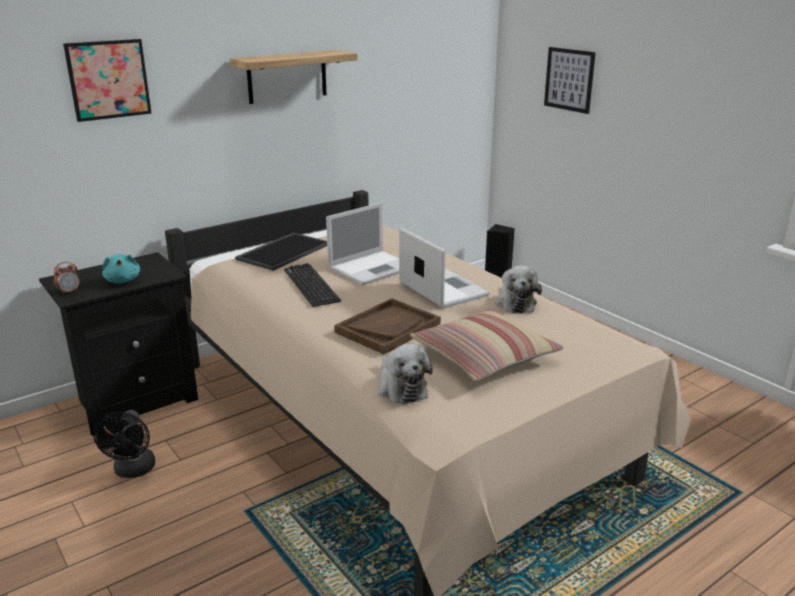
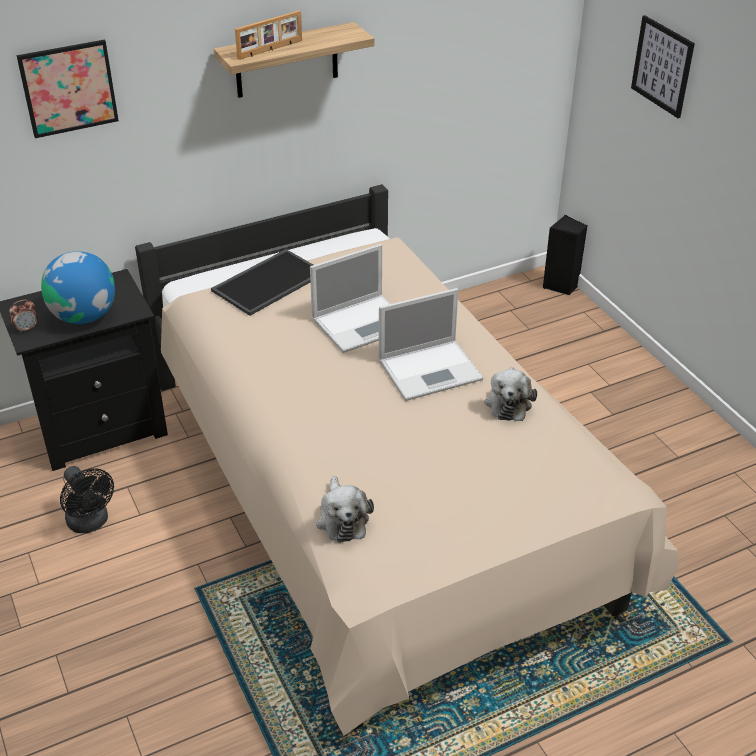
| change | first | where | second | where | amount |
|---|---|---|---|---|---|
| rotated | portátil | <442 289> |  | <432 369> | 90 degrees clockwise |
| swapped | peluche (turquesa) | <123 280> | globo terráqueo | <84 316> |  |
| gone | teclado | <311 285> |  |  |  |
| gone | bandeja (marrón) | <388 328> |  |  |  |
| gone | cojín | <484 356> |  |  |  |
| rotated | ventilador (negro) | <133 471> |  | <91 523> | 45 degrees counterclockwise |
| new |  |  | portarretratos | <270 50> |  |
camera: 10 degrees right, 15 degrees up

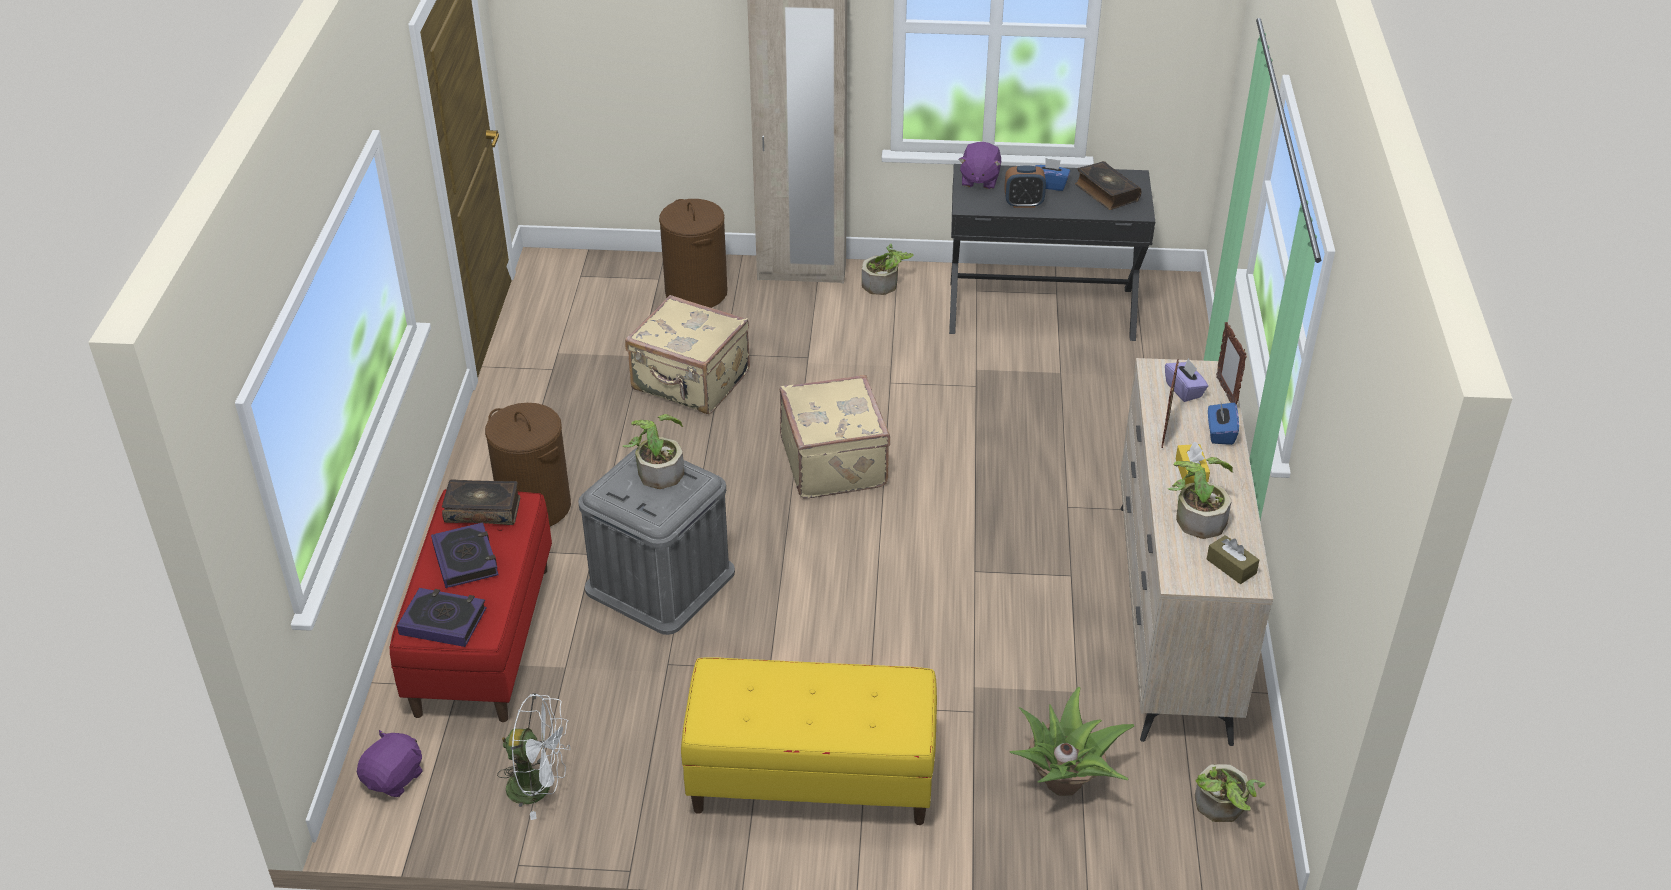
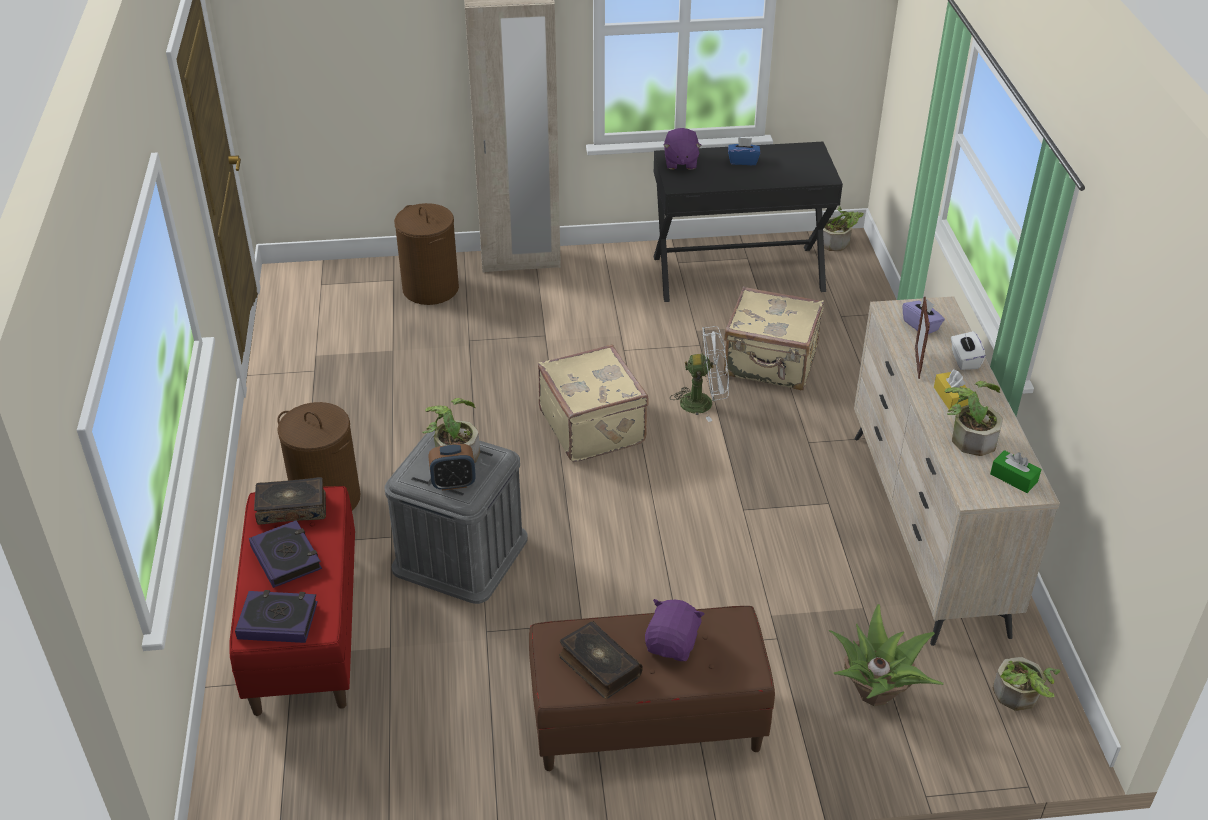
| change | first | where | second | where | amount |
|---|---|---|---|---|---|
| shifted | libro | <1106 192> |  | <598 666> |  |
| shifted | despertador | <1023 203> |  | <453 483> |  |
| shifted | planta en maceta | <885 284> |  | <838 242> |  |
| shifted | maleta (beis) | <690 382> |  | <771 364> |  |
| gone | portarretratos | <1226 393> |  |  |  |
| repainted | caja de pañuelos (azul) | <1220 433> | caja de pañuelos (blanco) | <964 360> |  |
| repainted | caja de pañuelos (marrón) | <1231 566> | caja de pañuelos (verde) | <1013 478> |  |
| repainted | banco (amarillo) | <811 780> | banco (marrón) | <647 723> |  |
| shifted | ventilador (blanco) | <539 787> |  | <704 402> |  |
| shifted | peluche (morado) | <394 778> |  | <672 644> |  |
camera: 10 degrees left, 0 degrees up

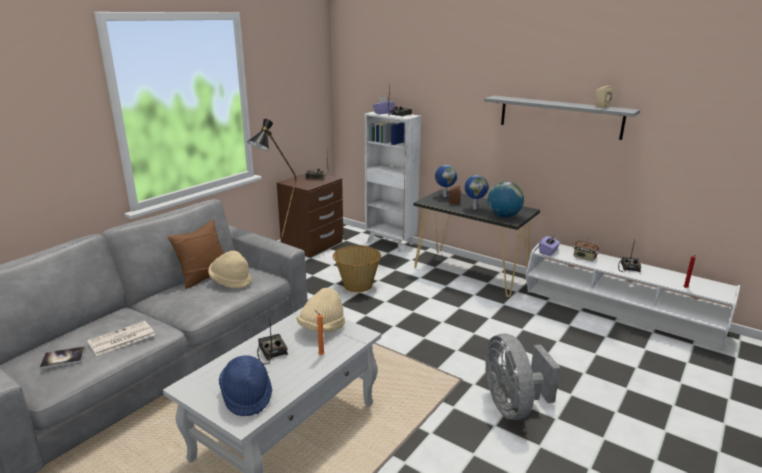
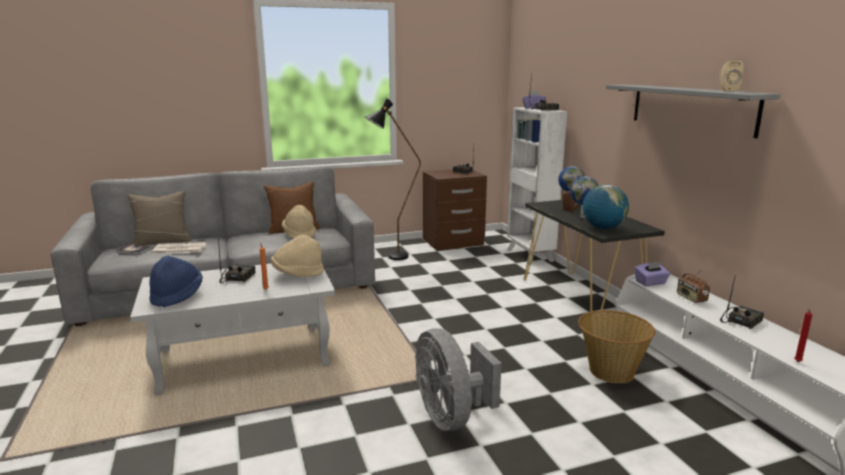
| change | first | where | second | where | amount |
|---|---|---|---|---|---|
| shifted | cesta | <357 285> |  | <610 371> |  |
| rotated | ventilador (gris) | <513 406> |  | <451 416> | 45 degrees counterclockwise |
| new |  |  | cojín (beis) | <162 241> |  |
camera: 35 degrees right, 5 degrees down

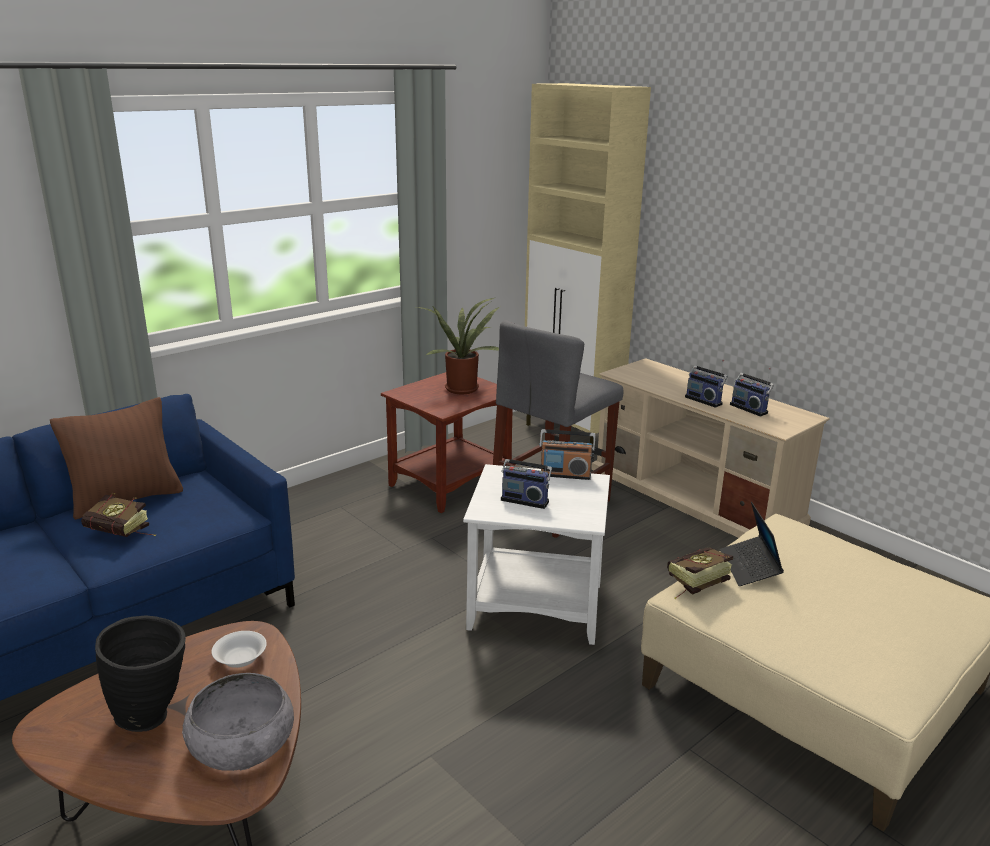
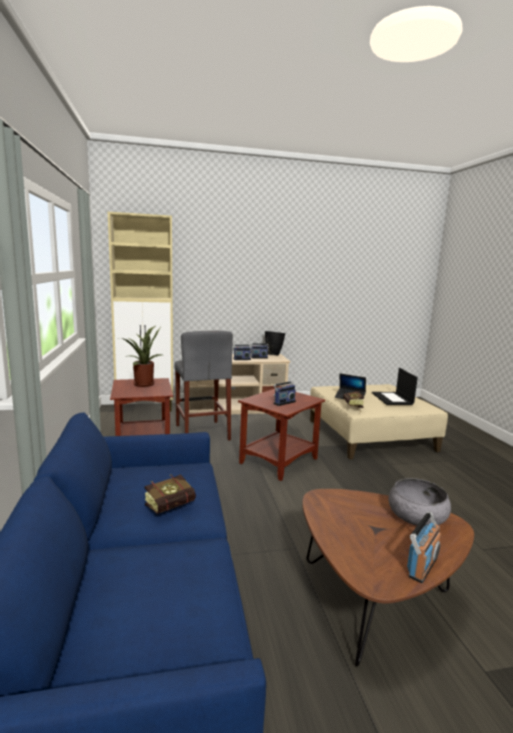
| change | first | where | second | where | amount |
|---|---|---|---|---|---|
| gone | cojín (marrón) | <127 499> |  |  |  |
| shifted | radio | <565 474> |  | <422 566> |  |
| repainted | mesa auxiliar (blanco) | <536 605> | mesa auxiliar (marrón) | <278 460> |  |
| shifted | florero (negro) | <155 716> |  | <273 355> |  |
| gone | cuenco (blanco) | <240 659> |  |  |  |
| new |  |  | portátil | <392 399> |  |
camera: 60 degrees left, 10 degrees down

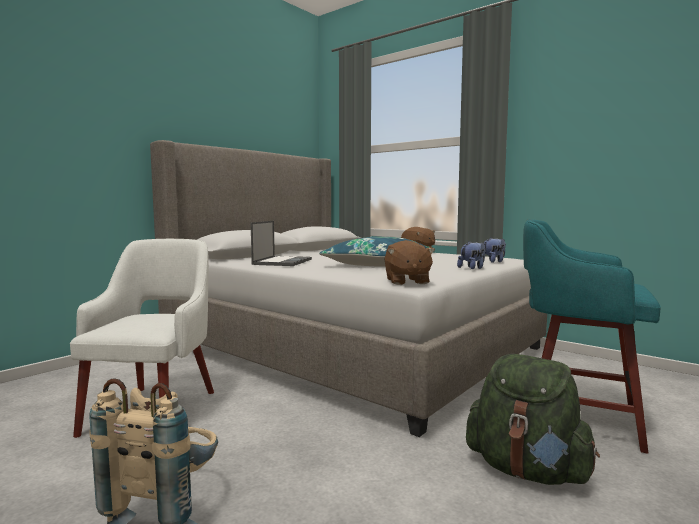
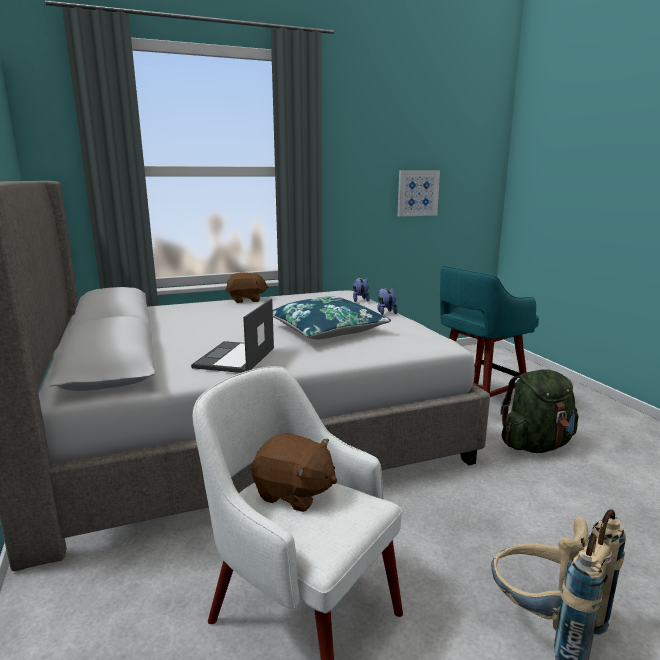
| change | first | where | second | where | amount |
|---|---|---|---|---|---|
| rotated | portátil | <282 262> |  | <235 358> | 120 degrees counterclockwise |
| shifted | peluche (marrón) | <406 281> |  | <294 493> |  |
| new |  |  | cuadro | <417 193> |  |
camera: 60 degrees left, 10 degrees up

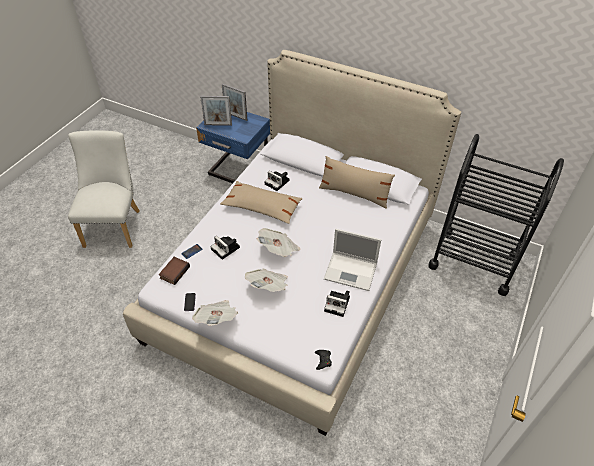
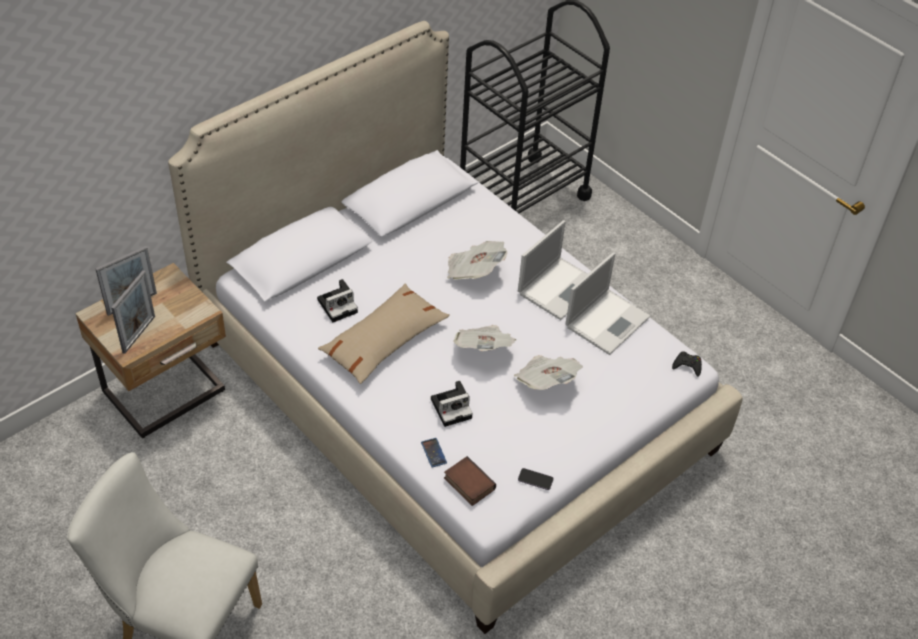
| change | first | where | second | where | amount |
|---|---|---|---|---|---|
| repainted | mesita de noche (azul) | <238 172> | mesita de noche (beis) | <167 393> |  |
| gone | cojín (beis) | <354 194> |  |  |  |
| swapped | cámara | <338 304> | portátil | <608 320> |  |
| shifted | periódico | <217 319> |  | <474 271> |  |
camera: 70 degrees left, 0 degrees up

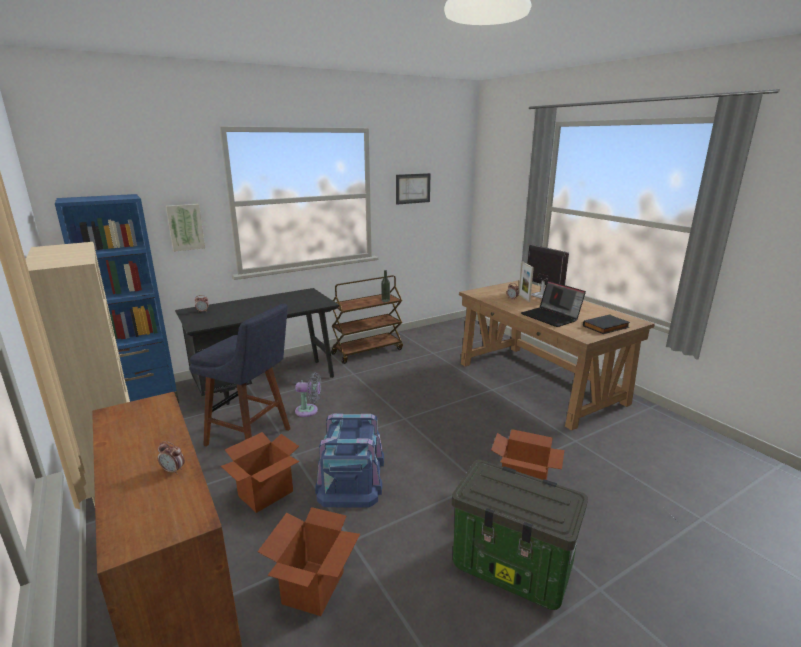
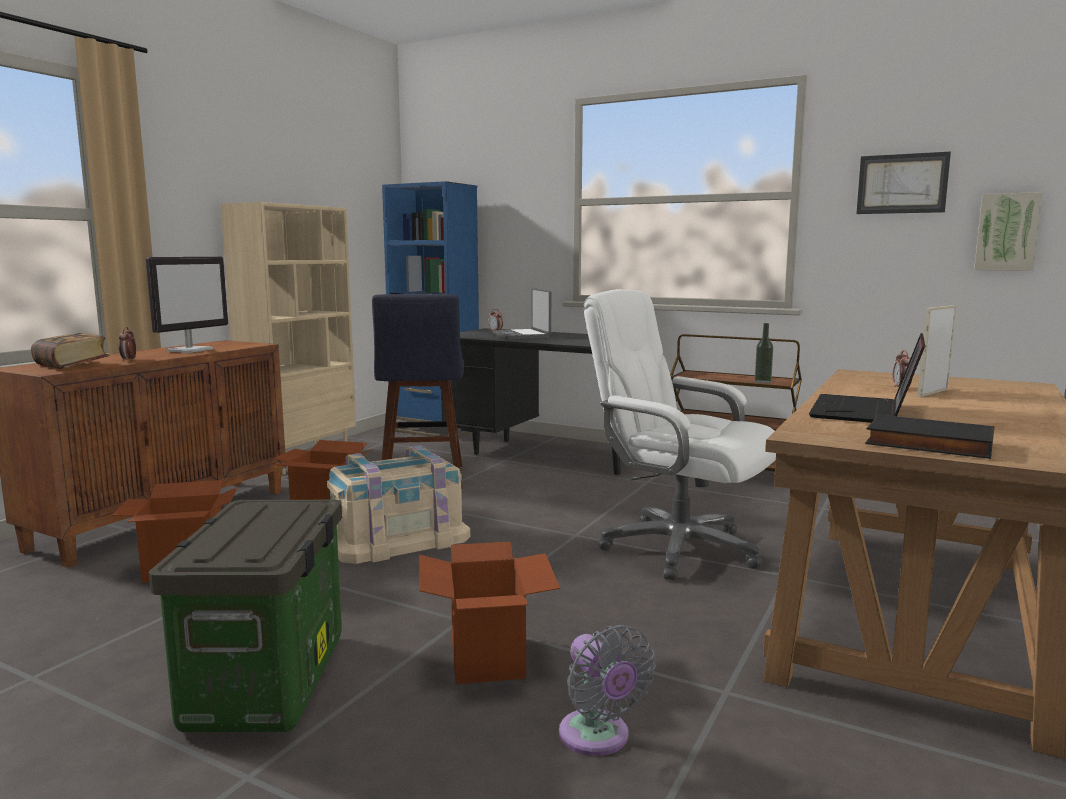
| change | first | where | second | where | amount |
|---|---|---|---|---|---|
| shifted | cuadro | <185 227> |  | <1007 232> |  |
| shifted | monitor | <541 295> |  | <191 350> |  |
| shifted | ventilador (gris) | <309 411> |  | <598 738> |  |
| repainted | caja de almacenaje (azul) | <351 476> | caja de almacenaje (beis) | <397 538> |  |
| new |  |  | portátil | <522 336> |  |
| new |  |  | silla de oficina (blanco) | <677 548> |  |
| new |  |  | libro | <72 366> |  |
camera: 60 degrees right, 10 degrees down

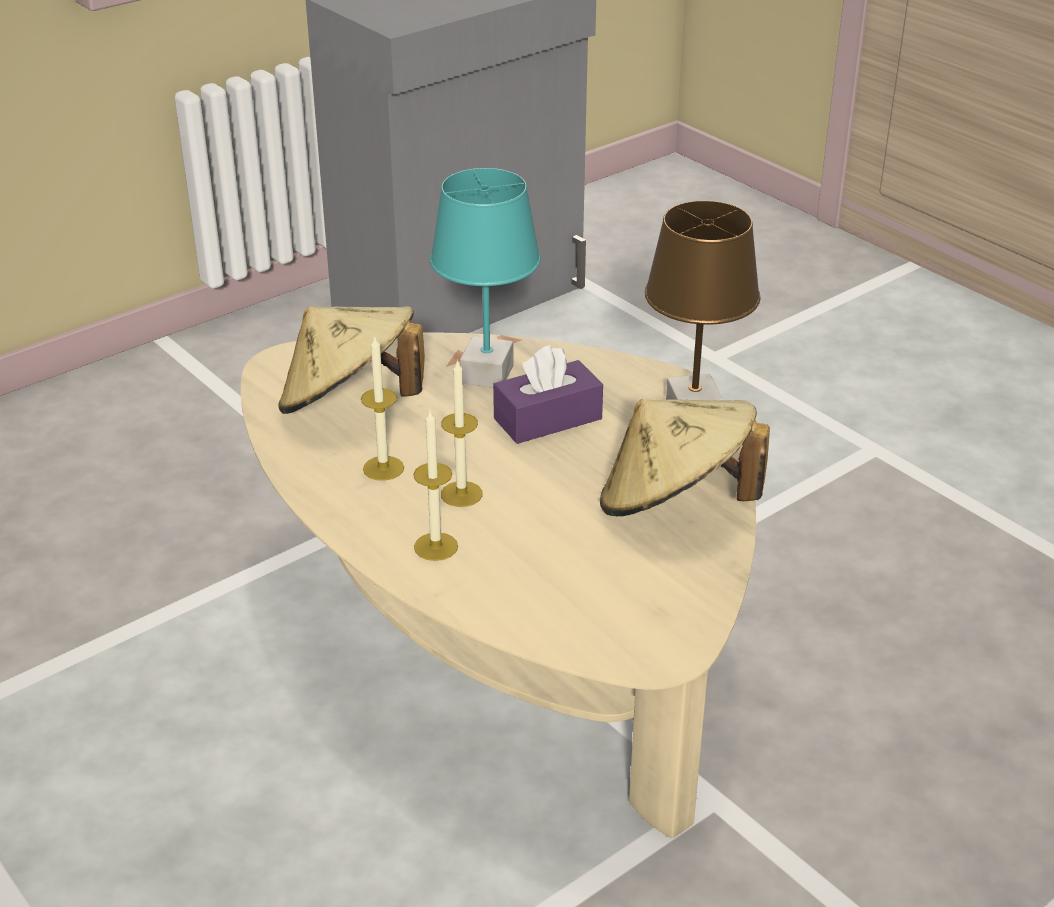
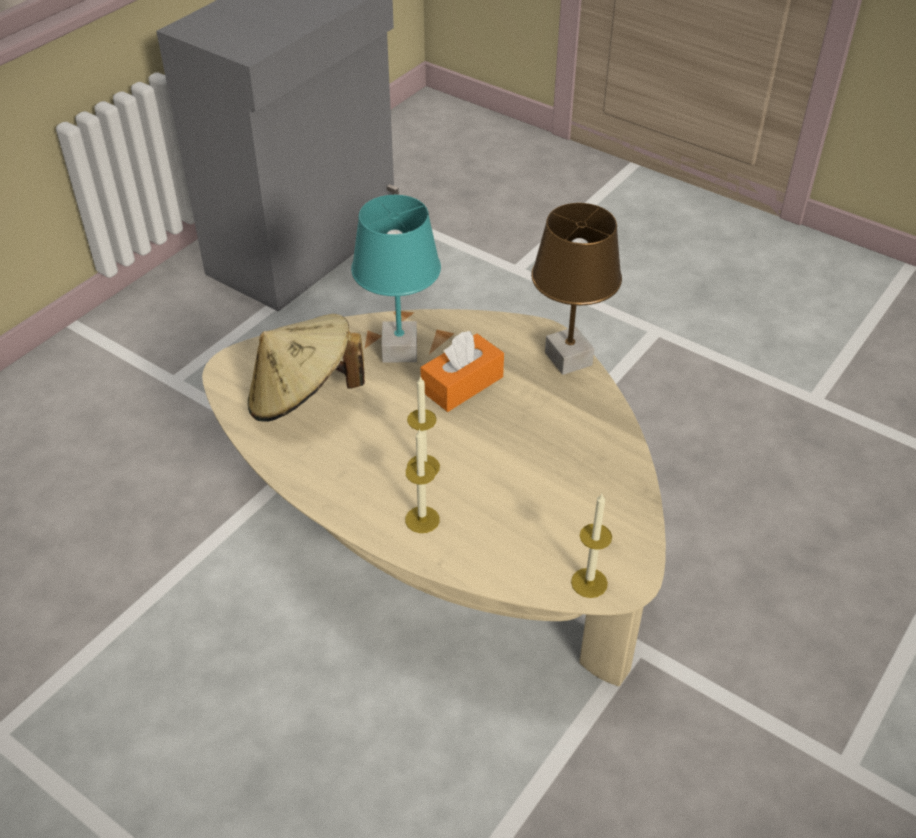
| change | first | where | second | where | amount |
|---|---|---|---|---|---|
| shifted | vela | <383 468> |  | <589 583> |  |
| repainted | caja de pañuelos (morado) | <547 419> | caja de pañuelos (naranja) | <462 384> |  |
| gone | sombrero (beis) | <675 504> |  |  |  |
camera: 15 degrees left, 10 degrees up

